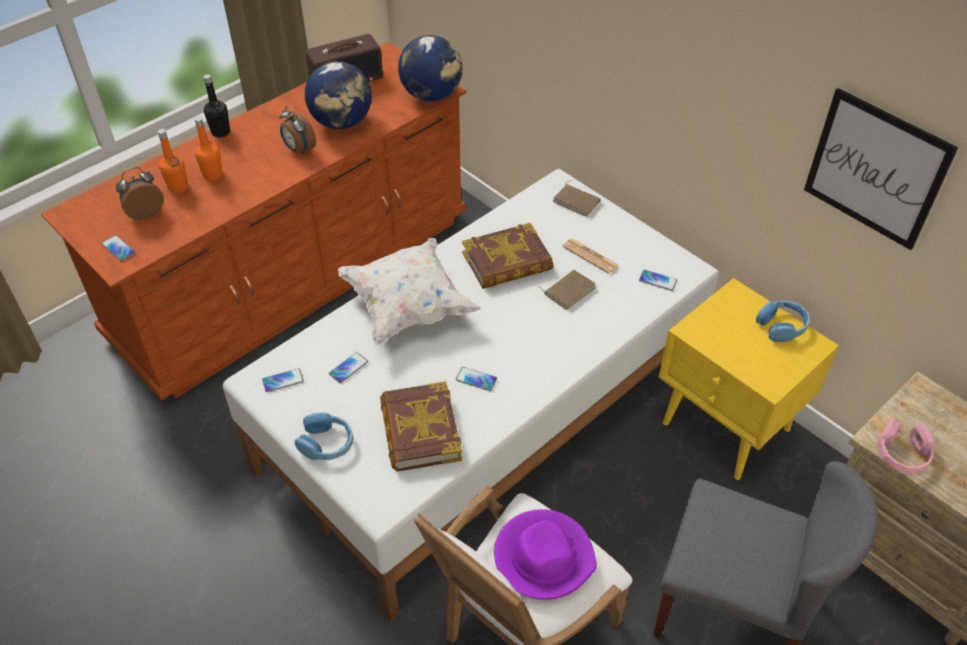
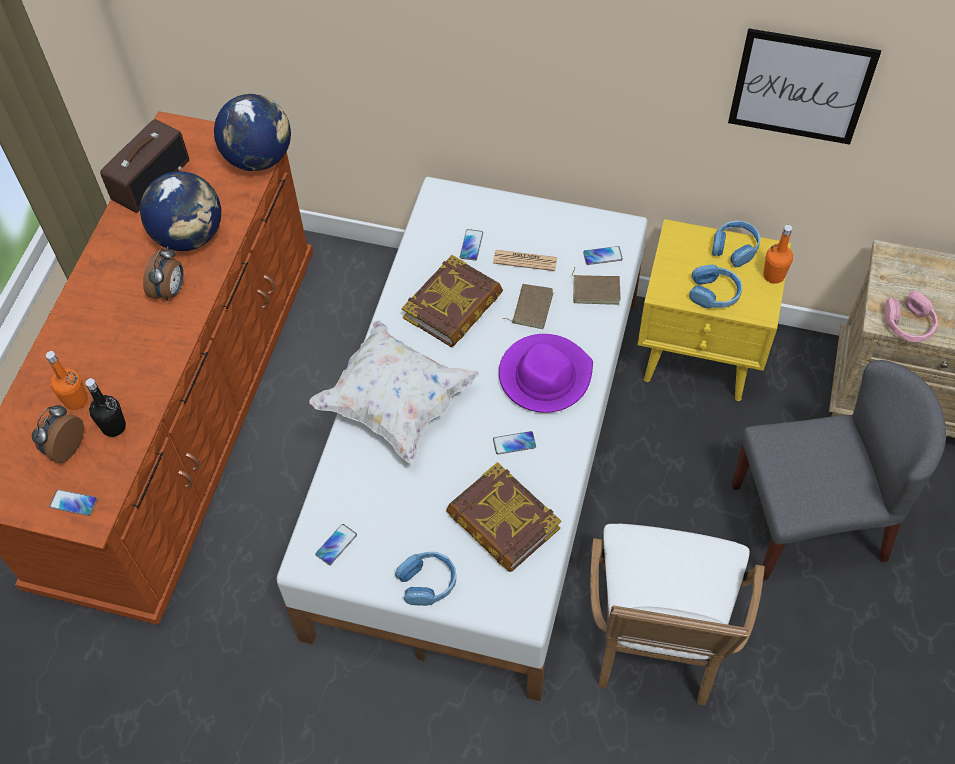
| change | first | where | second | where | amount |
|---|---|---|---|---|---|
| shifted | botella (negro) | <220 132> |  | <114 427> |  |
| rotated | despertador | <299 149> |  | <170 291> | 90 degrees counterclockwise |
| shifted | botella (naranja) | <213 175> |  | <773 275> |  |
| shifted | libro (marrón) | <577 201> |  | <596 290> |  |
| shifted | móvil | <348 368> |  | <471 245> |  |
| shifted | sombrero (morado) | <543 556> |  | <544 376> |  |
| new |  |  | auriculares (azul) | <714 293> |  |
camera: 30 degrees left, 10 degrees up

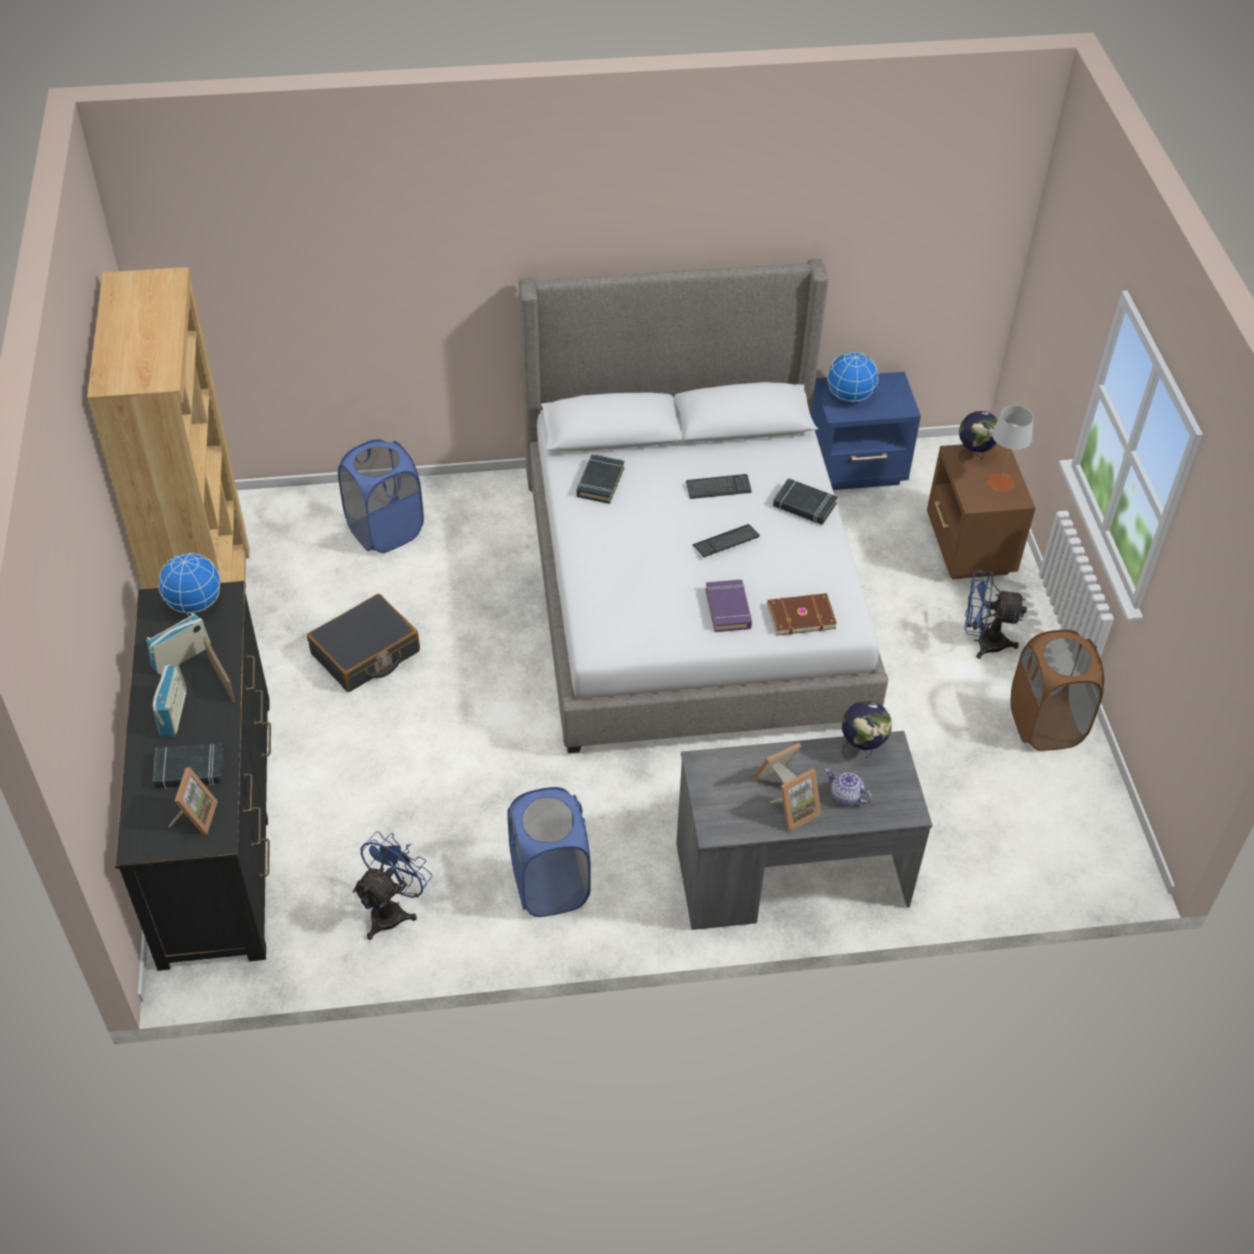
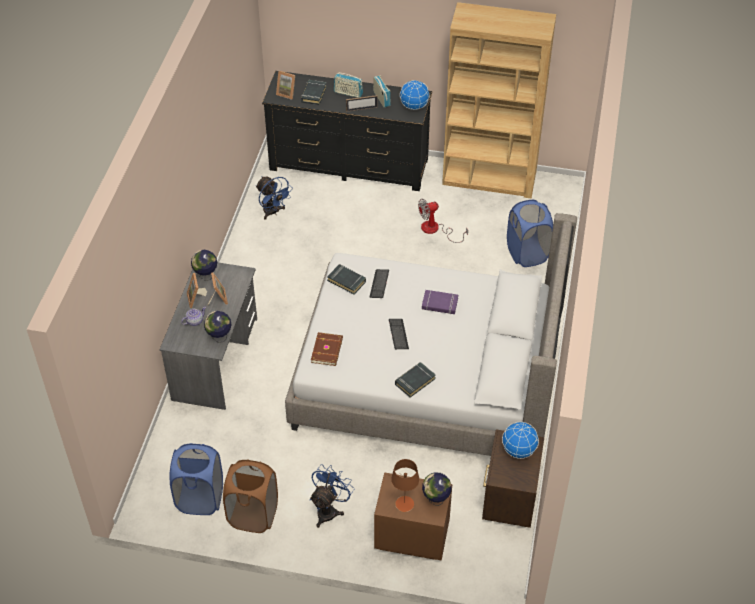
| change | first | where | second | where | amount |
|---|---|---|---|---|---|
| repainted | mesita de noche (azul) | <857 469> | mesita de noche (marrón) | <508 500> |  |
| repainted | lámpara de mesa (gris) | <1000 482> | lámpara de mesa (marrón) | <404 504> |  |
| shifted | libro (negro) | <600 482> |  | <347 281> |  |
| shifted | teclado | <718 488> |  | <379 284> |  |
| shifted | libro (morado) | <728 609> |  | <439 304> |  |
| swapped | maleta (negro) | <365 653> | ventilador | <435 230> |  |
| shifted | cesto de la ropa (azul) | <550 884> |  | <200 498> |  |
| new |  |  | globo terráqueo | <206 276> |  |
camera: 110 degrees right, 0 degrees up

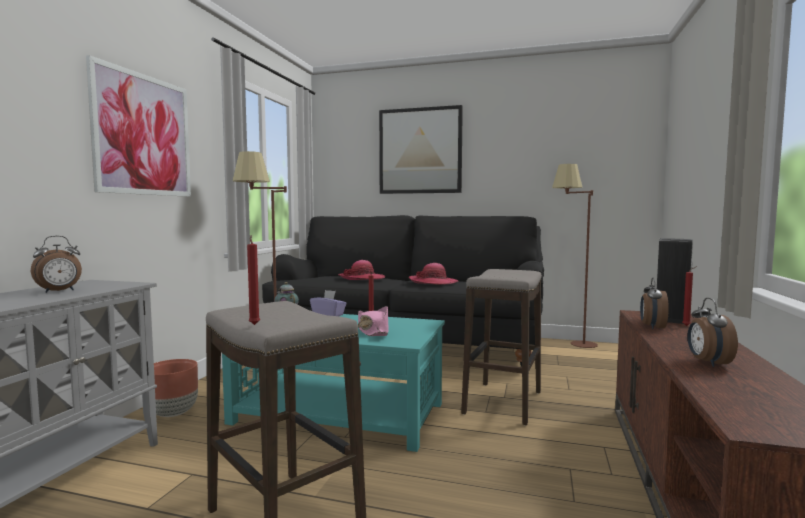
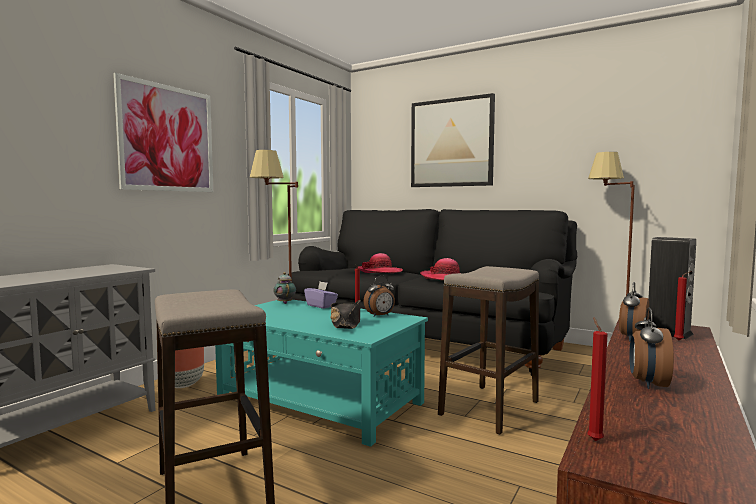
| change | first | where | second | where | amount |
|---|---|---|---|---|---|
| shifted | vela (rojo) | <254 324> |  | <594 439> |  |
| shifted | despertador | <59 291> |  | <380 316> |  |
| repainted | sombrero (rosa) | <373 331> | sombrero (negro) | <346 323> |  |
camera: 15 degrees right, 0 degrees up

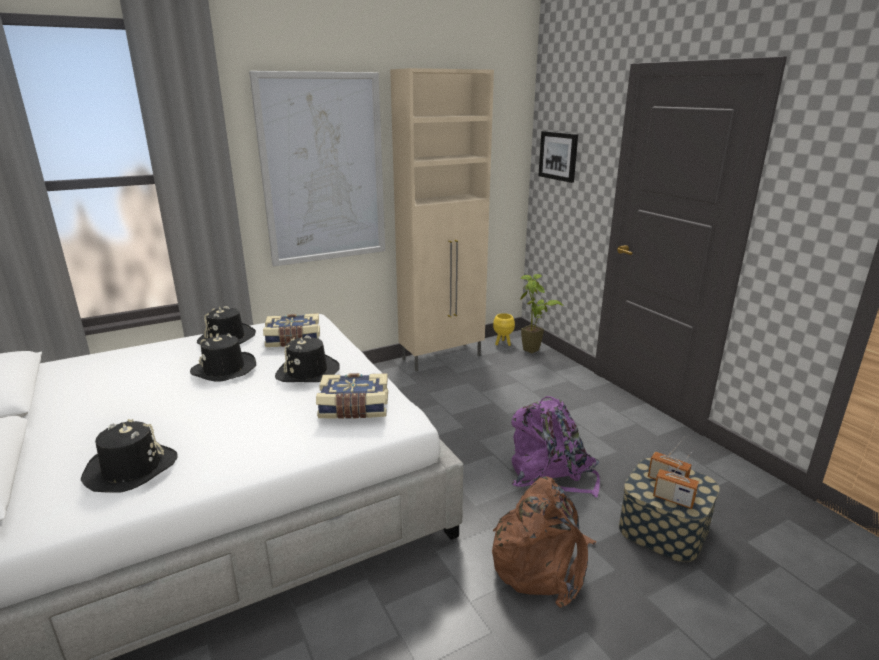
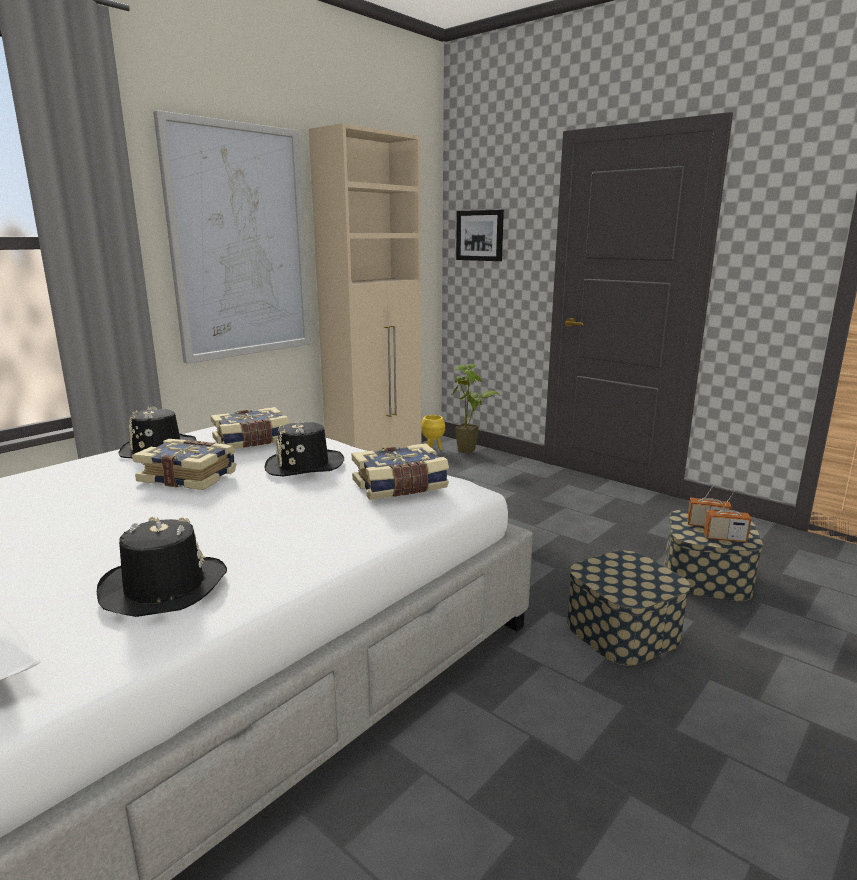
| change | first | where | second | where | amount |
|---|---|---|---|---|---|
| swapped | sombrero (negro) | <224 369> | libro | <189 476> |  |
| gone | mochila (morado) | <550 473> |  |  |  |
| swapped | mochila (marrón) | <542 562> | caja de almacenaje | <622 631> |  |
camera: 20 degrees left, 5 degrees down

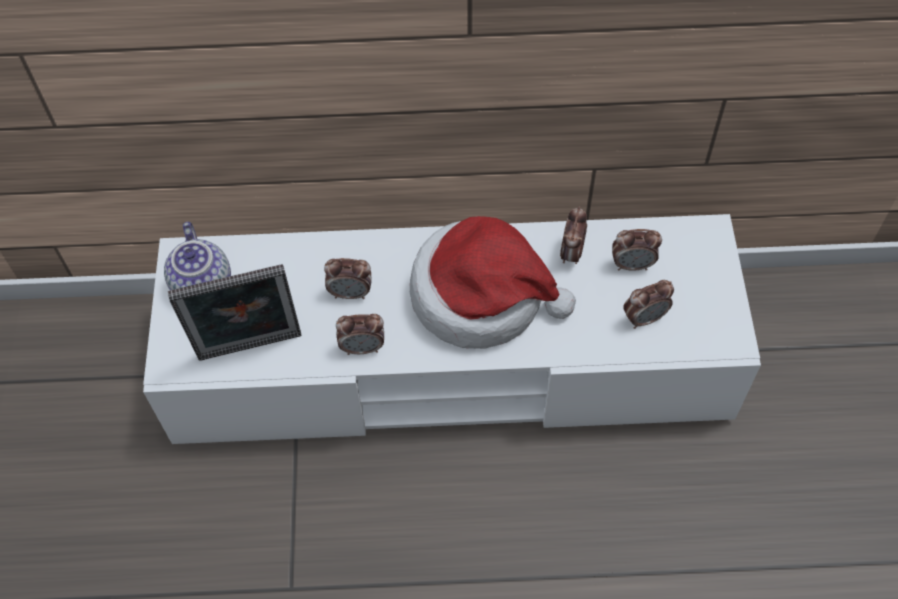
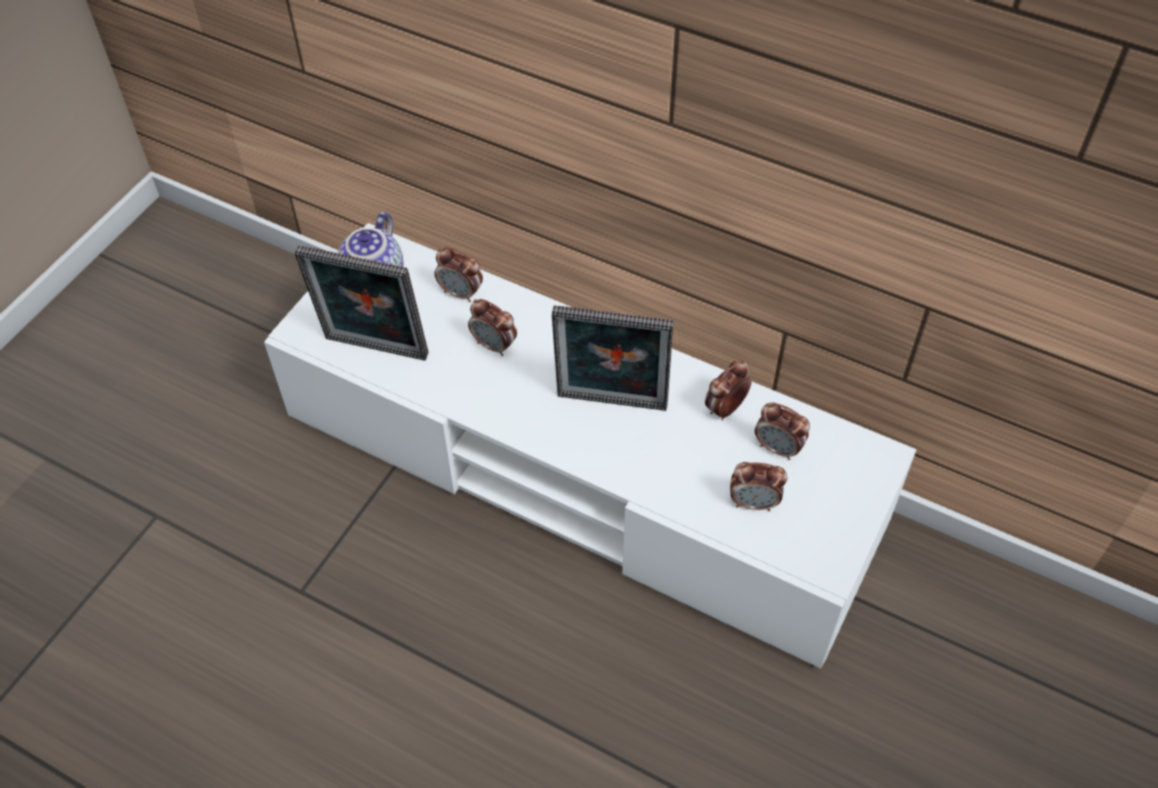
| change | first | where | second | where | amount |
|---|---|---|---|---|---|
| swapped | sombrero | <482 296> | portarretratos | <611 405> |  |
| shifted | despertador | <363 347> |  | <461 293> |  |
camera: 30 degrees right, 5 degrees down

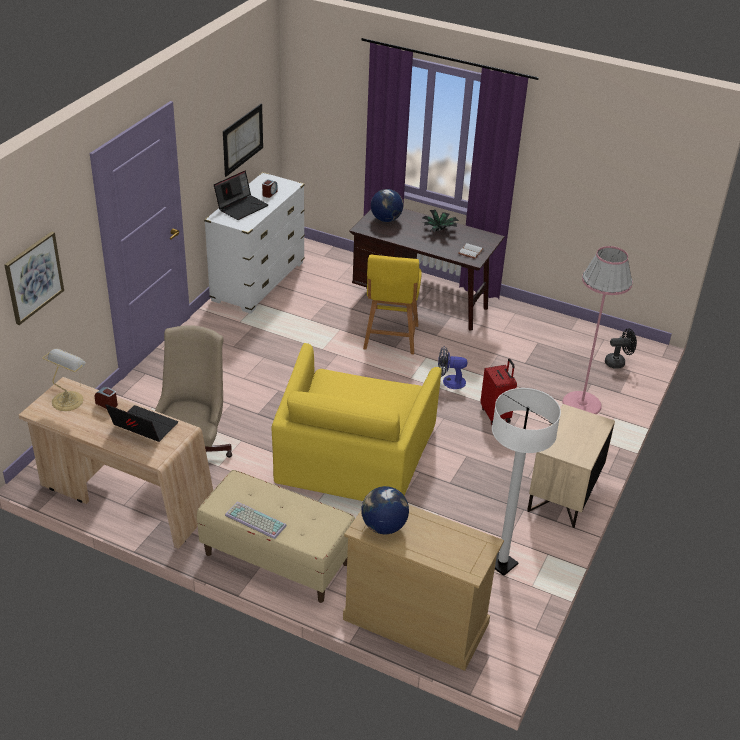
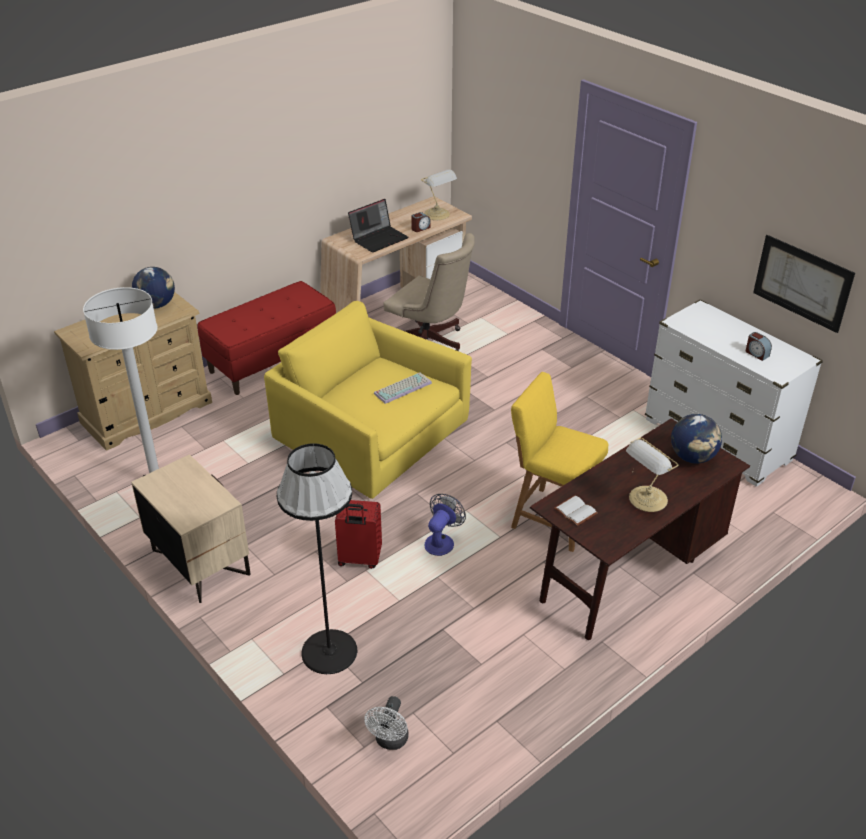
| change | first | where | second | where | amount |
|---|---|---|---|---|---|
| gone | portátil | <242 207> |  |  |  |
| swapped | planta en maceta | <439 230> | lámpara de mesa | <646 500> |  |
| gone | cuadro | <33 277> |  |  |  |
| repainted | lámpara de pie (rosa) | <582 404> | lámpara de pie (negro) | <329 651> |  |
| repainted | ventilador (negro) | <618 362> | ventilador (blanco) | <390 741> |  |
| repainted | banco (beis) | <276 559> | banco (rojo) | <272 361> |  |
| shifted | teclado | <254 521> |  | <403 387> |  |
camera: 115 degrees right, 0 degrees up

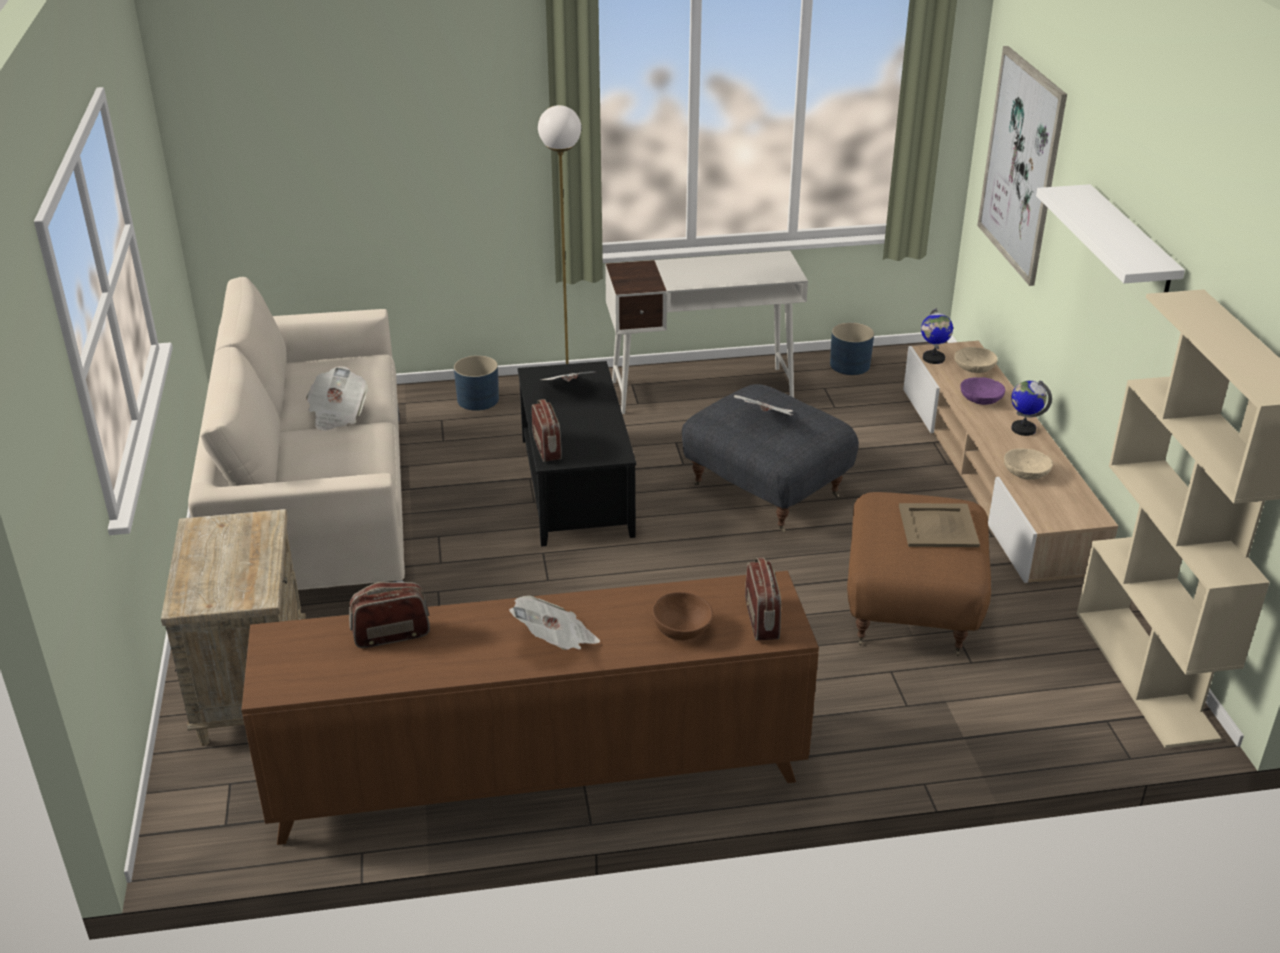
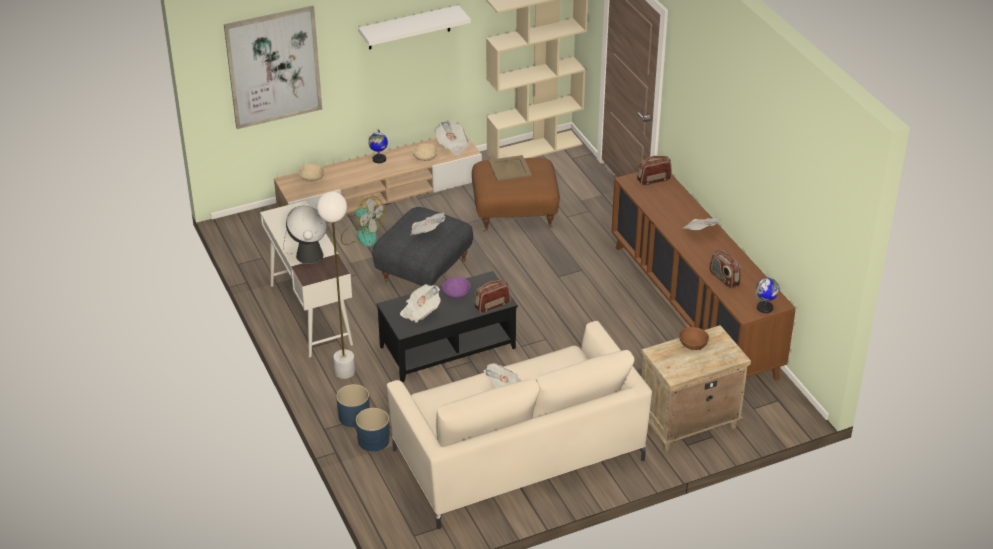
| change | first | where | second | where | amount |
|---|---|---|---|---|---|
| shifted | globo terráqueo | <933 358> |  | <765 308> |  |
| shifted | maceta (azul) | <850 365> |  | <373 440> |  |
| shifted | cuenco (morado) | <981 399> |  | <456 293> |  |
| shifted | cuenco (marrón) | <680 630> |  | <693 345> |  |
| new |  |  | periódico | <452 146> |  |
| new |  |  | ventilador | <362 235> |  |
| new |  |  | lámpara de mesa | <306 253> |  |
camera: 105 degrees left, 5 degrees up

